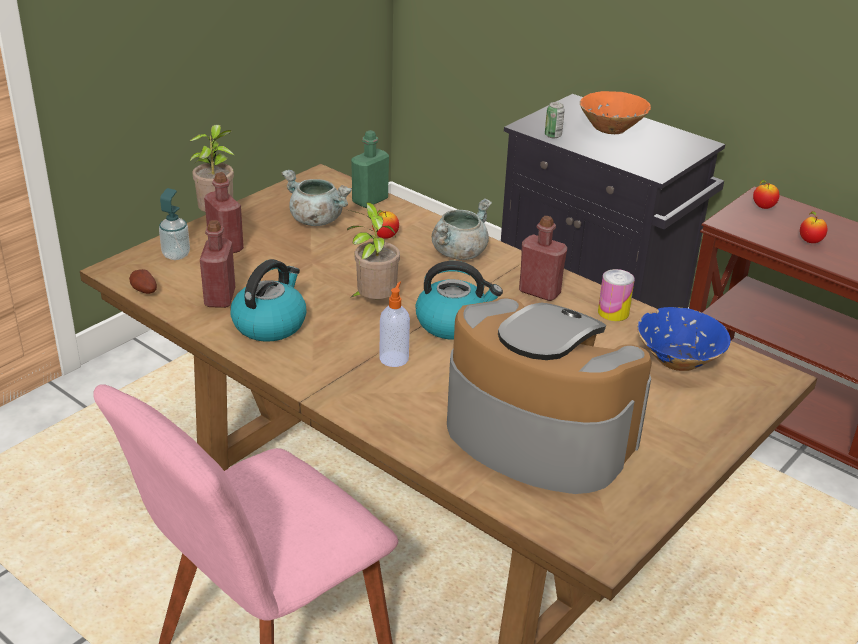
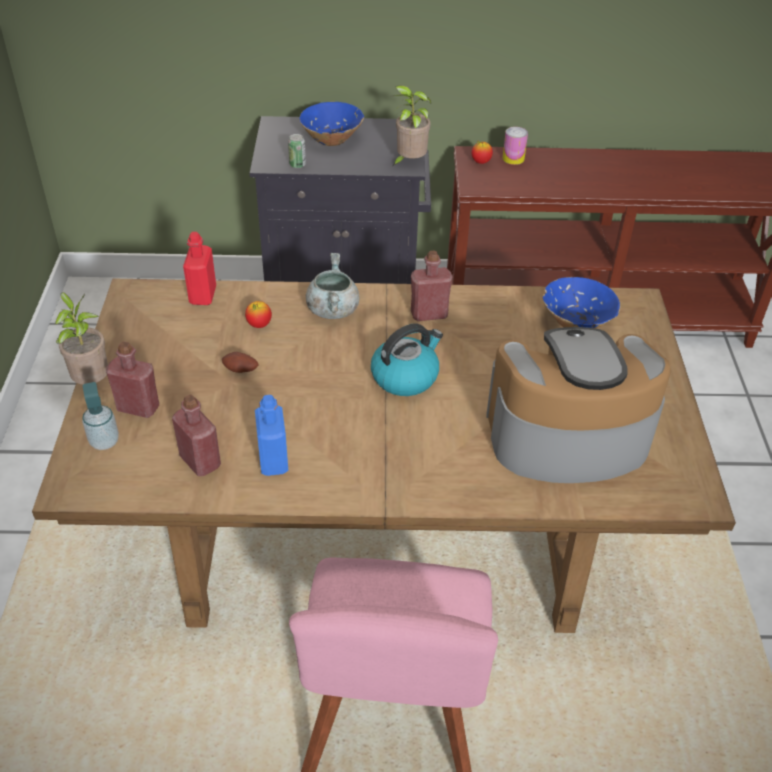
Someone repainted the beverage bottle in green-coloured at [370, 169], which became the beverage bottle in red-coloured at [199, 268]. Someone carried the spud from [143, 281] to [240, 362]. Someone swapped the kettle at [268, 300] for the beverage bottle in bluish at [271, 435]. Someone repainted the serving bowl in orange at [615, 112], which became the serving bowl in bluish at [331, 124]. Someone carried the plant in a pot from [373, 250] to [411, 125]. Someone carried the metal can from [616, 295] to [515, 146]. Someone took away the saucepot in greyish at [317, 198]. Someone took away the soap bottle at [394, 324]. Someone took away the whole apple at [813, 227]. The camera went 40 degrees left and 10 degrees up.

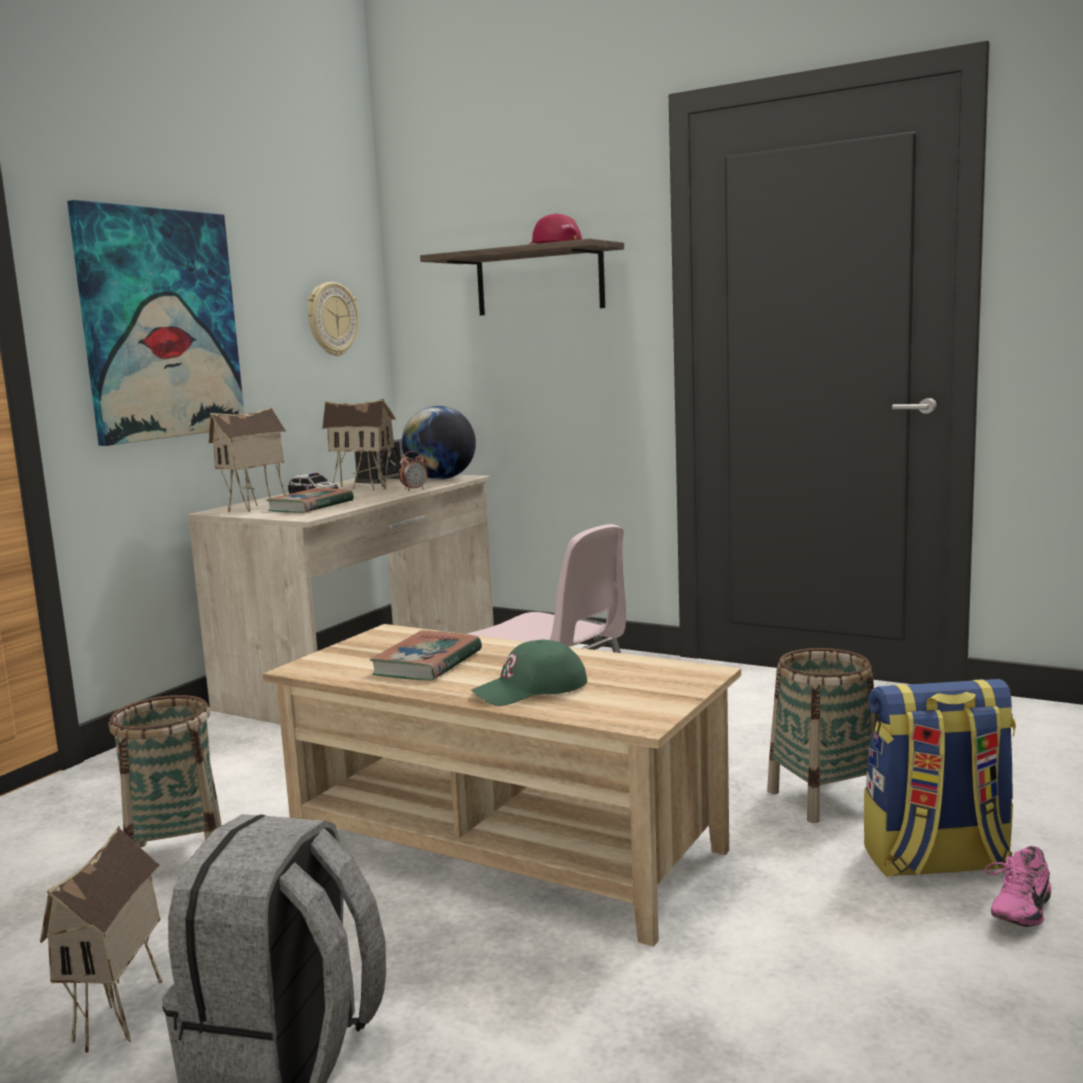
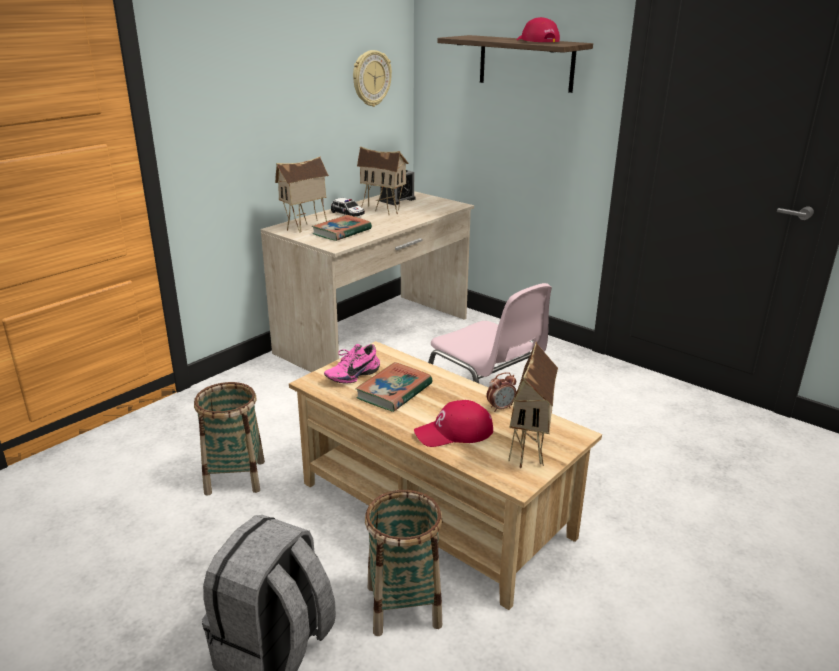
Someone carried the item of footwear in pink from [1018, 886] to [352, 363]. Someone carried the household basket from [821, 735] to [403, 563]. Someone repainted the peaked cap in green-coloured at [529, 673], which became the peaked cap in red-coloured at [453, 423]. Someone carried the alarm clock from [413, 471] to [502, 392]. Someone carried the toy house from [101, 939] to [533, 405]. Someone took away the wall art at [155, 323]. Someone took away the globe at [439, 443]. Someone took away the knapsack at [940, 778]. The camera went 10 degrees right and 15 degrees up.

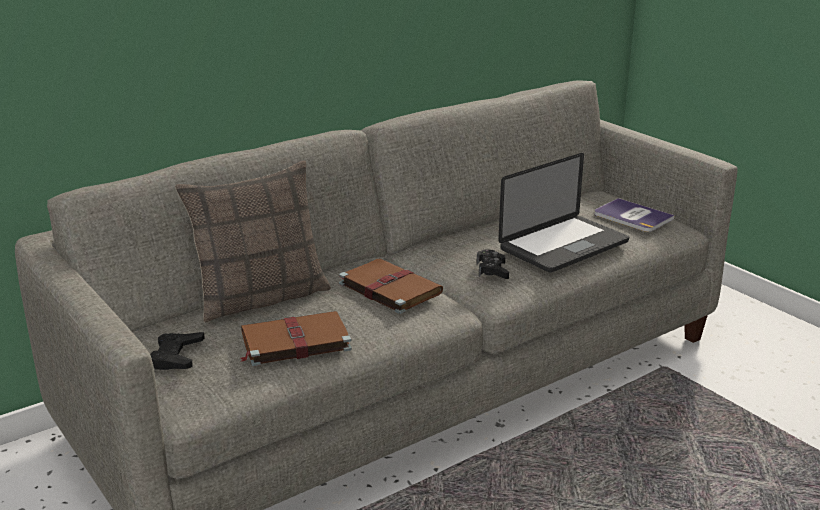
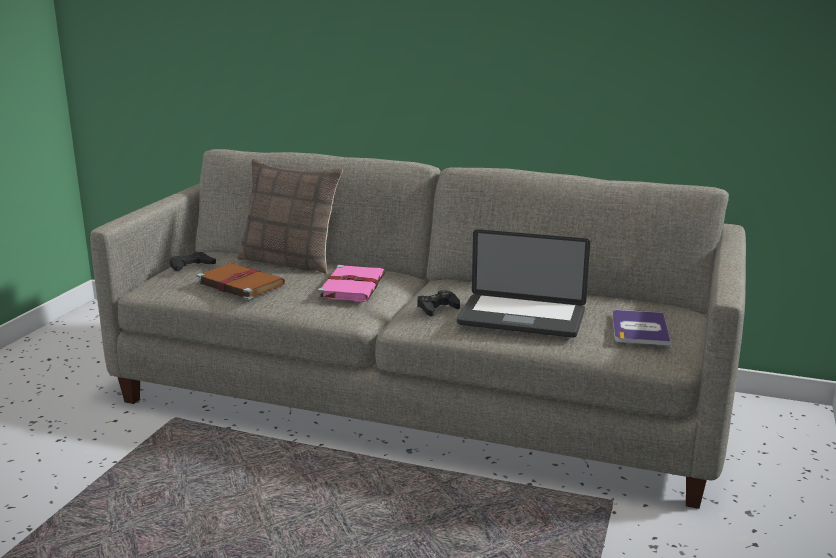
Someone repainted the book in brownish at [391, 286], which became the book in pink at [351, 283]. The camera went 55 degrees right and 5 degrees down.

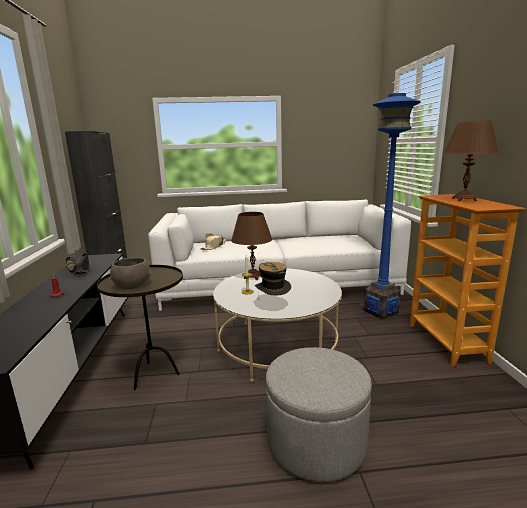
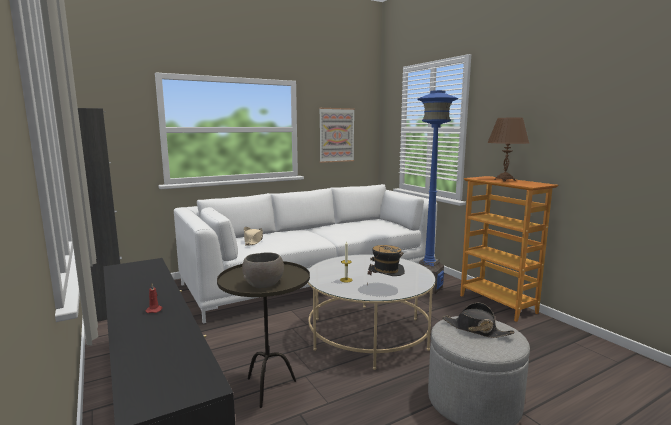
Someone put up the wall art at [337, 135]. Someone carried the clothing hat in blackish from [77, 263] to [478, 320]. Someone took away the lamp for a table in brownish at [251, 246]. The camera went 25 degrees left and 5 degrees down.

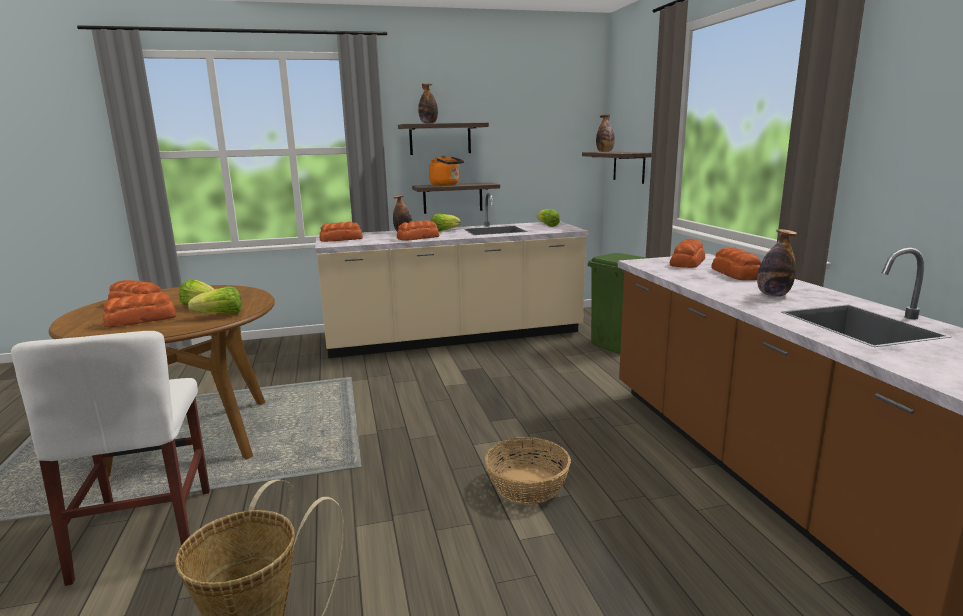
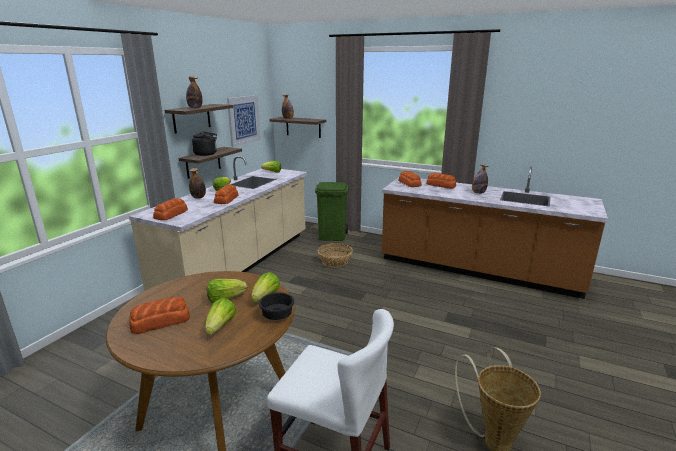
Someone repainted the kettle in orange at [446, 170], which became the kettle in blackish at [204, 144]. Someone swapped the bread at [139, 310] for the lettuce head at [220, 316]. Someone put up the wall art at [244, 121]. Someone put down the serving bowl in blackish at [276, 306]. Someone carried the household basket from [528, 470] to [335, 255]. The camera went 50 degrees left and 5 degrees up.

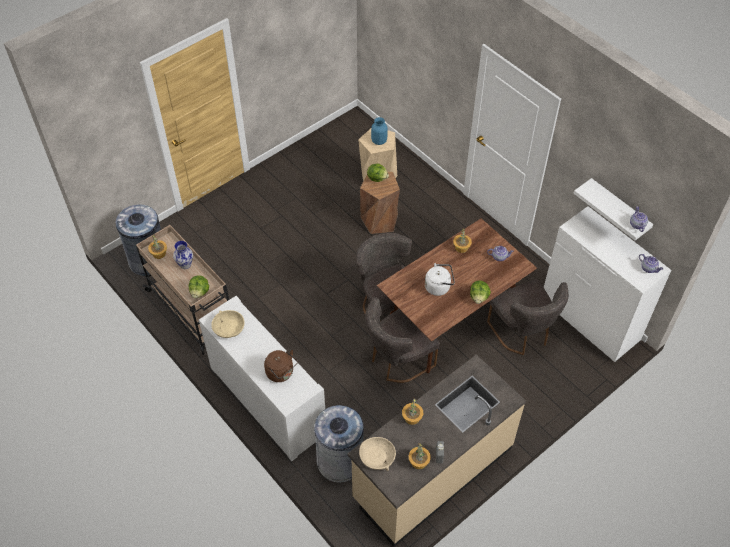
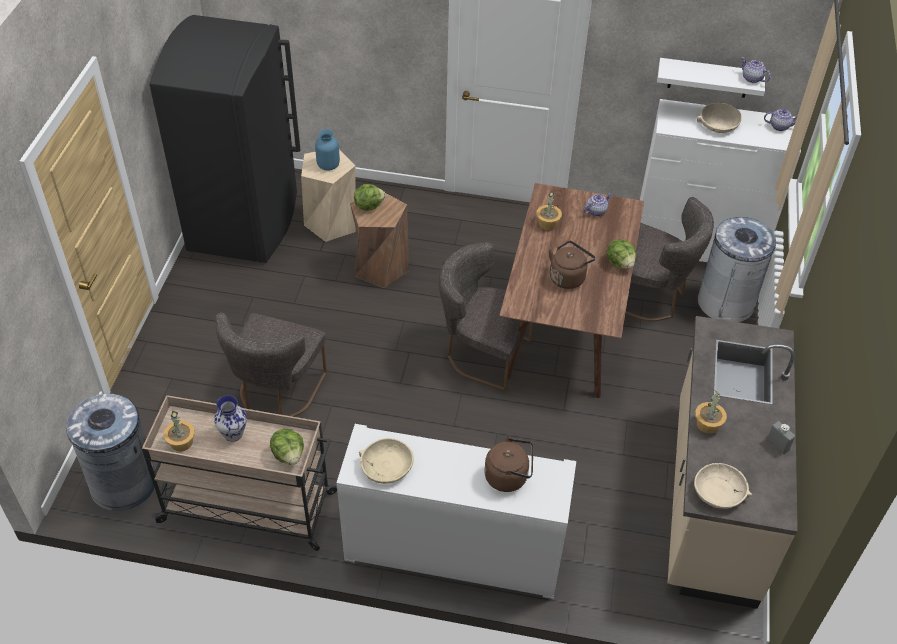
Someone put down the refrigerator in blackish at [225, 139]. Someone carried the plain chair in greyish from [402, 340] to [271, 365]. Someone repainted the kettle in white at [440, 279], which became the kettle in brownish at [572, 265]. Someone put down the serving bowl in sand-coloured at [719, 118]. Someone carried the rubbish bin in greyish from [339, 443] to [738, 269]. Someone took away the plant in a pot at [419, 456]. The camera went 40 degrees left and 5 degrees down.

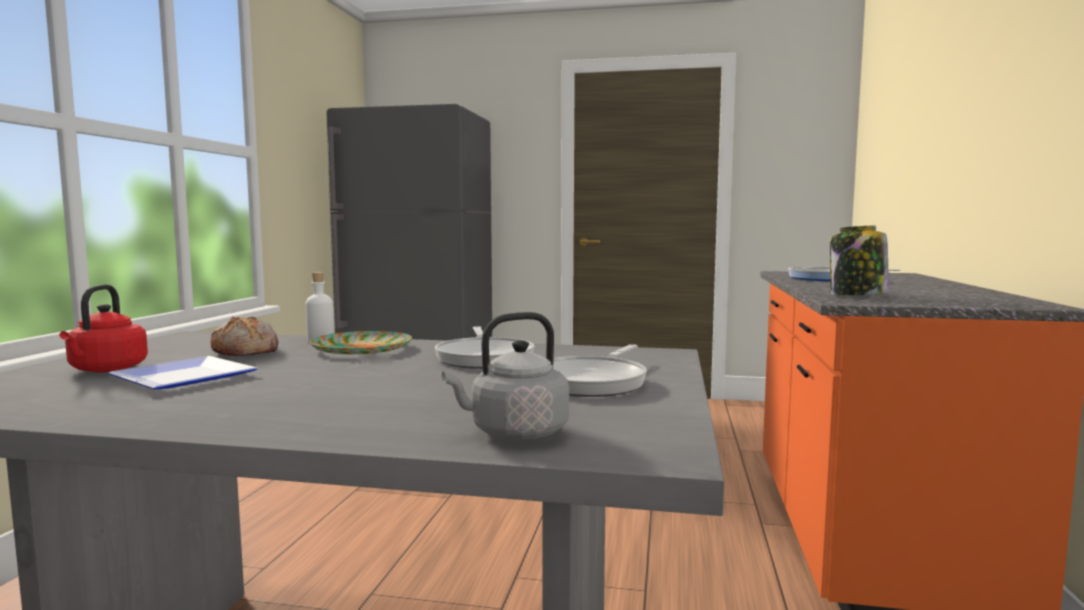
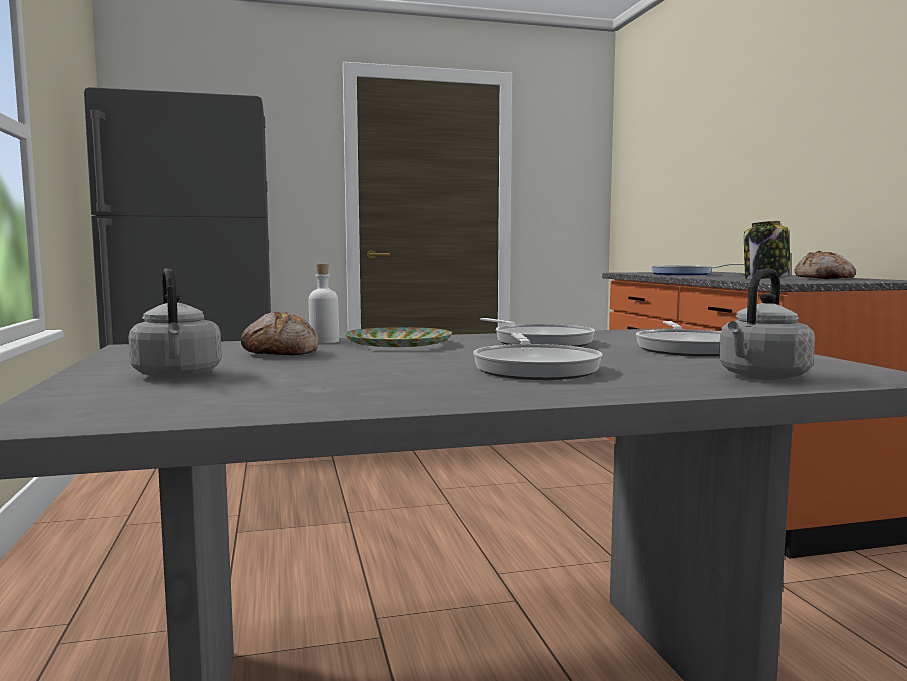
Someone repainted the kettle in red-coloured at [103, 328], which became the kettle in greyish at [175, 323]. Someone put down the skillet at [537, 356]. Someone put down the bread at [825, 265]. Someone took away the flat dish at [183, 372]. The camera went 25 degrees left and 0 degrees up.

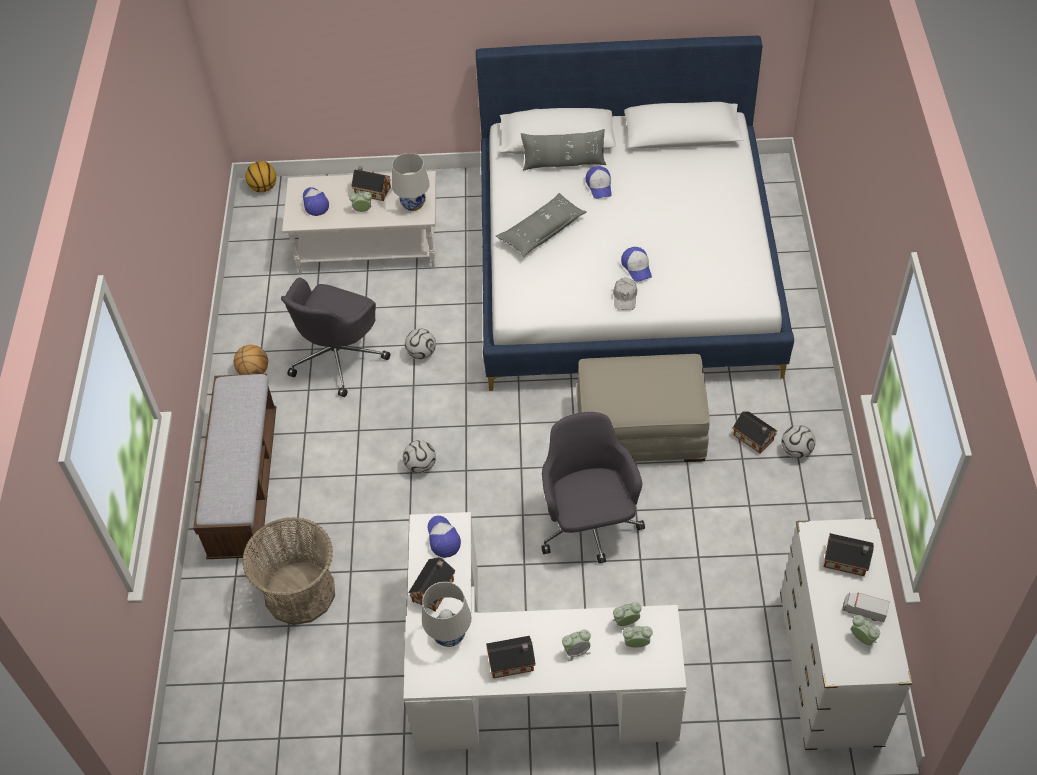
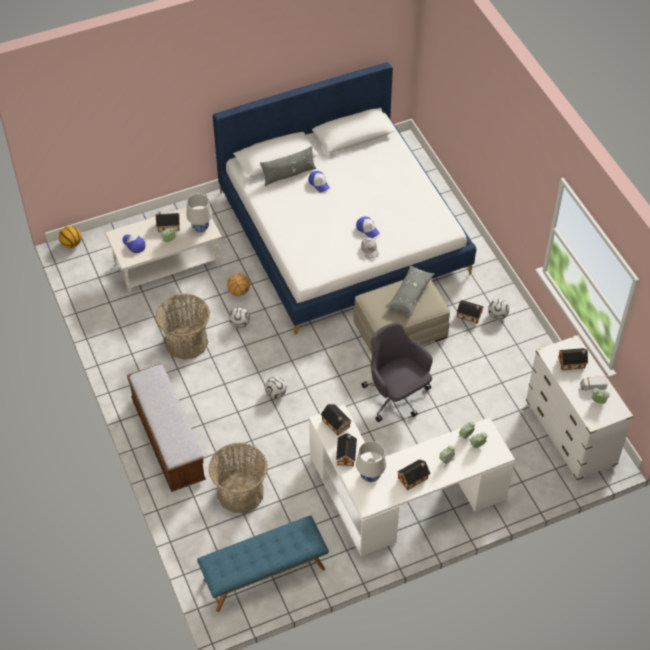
Someone swapped the desk chair in greyish at [335, 337] for the household basket at [183, 326]. Someone put down the bench in bluish at [263, 563]. Someone carried the ball for basketball from [251, 360] to [238, 285]. Someone swapped the peaked cap at [444, 537] for the toy house at [336, 420]. Someone carried the throw pillow in greyish from [541, 225] to [410, 290]. The camera went 25 degrees left and 0 degrees up.

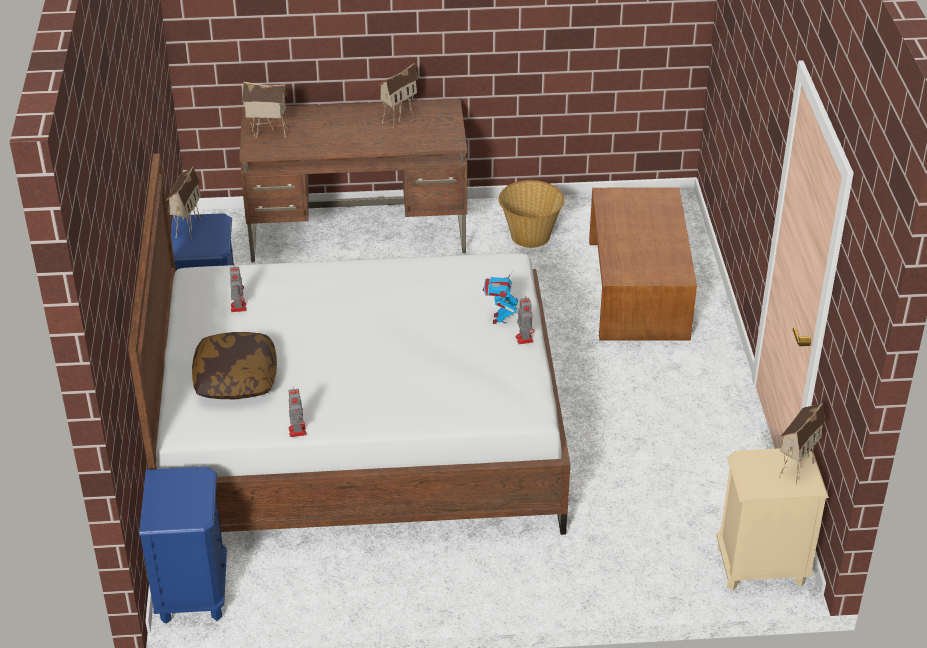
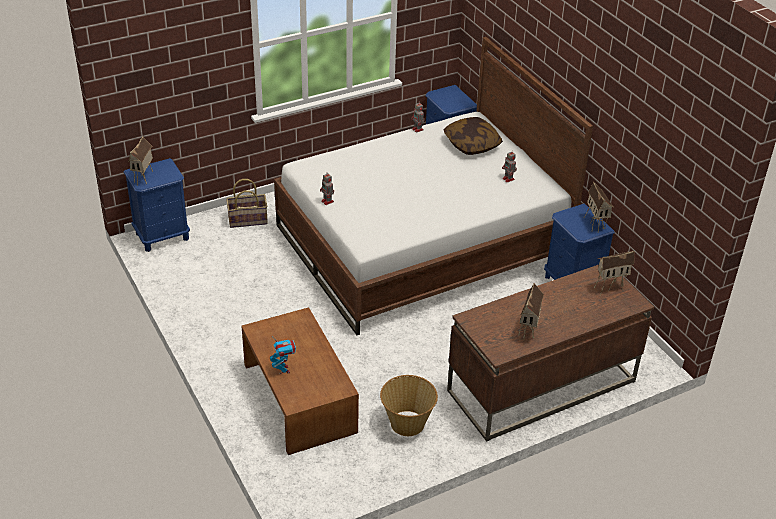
Someone repainted the bedside table in sand-coloured at [772, 519], which became the bedside table in bluish at [157, 205]. Someone put down the household basket at [247, 203]. Someone carried the robot figure from [500, 297] to [283, 357]. The camera went 155 degrees right and 0 degrees up.

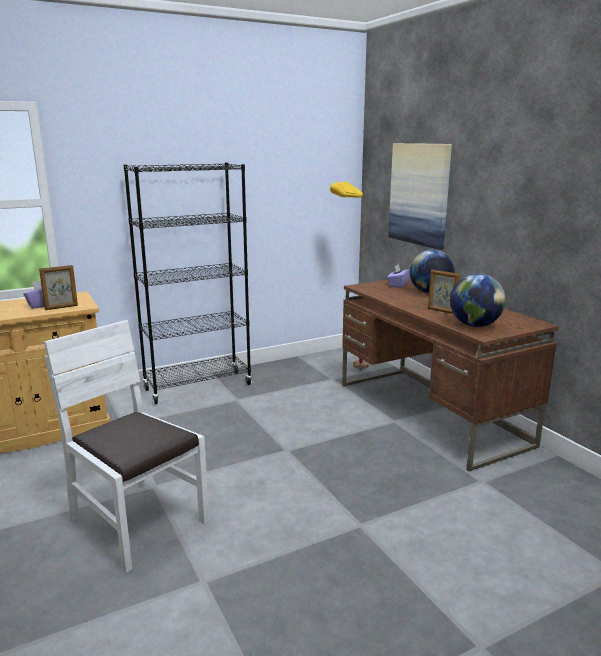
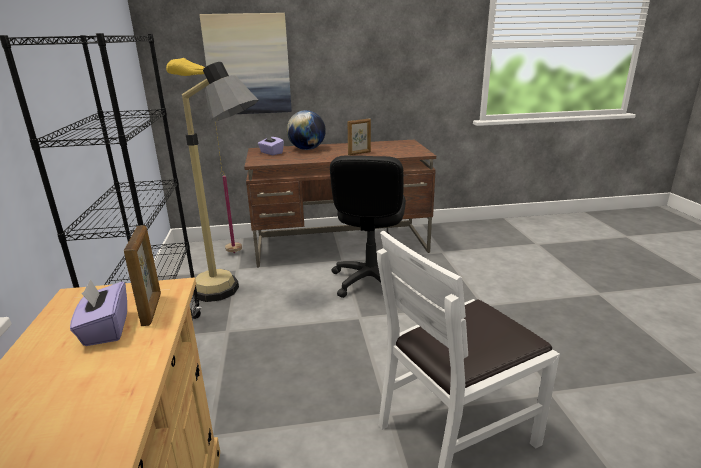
Someone put down the standard lamp at [220, 182]. Someone put down the desk chair in blackish at [368, 227]. Someone took away the globe at [478, 300]. The camera went 70 degrees left and 5 degrees up.

